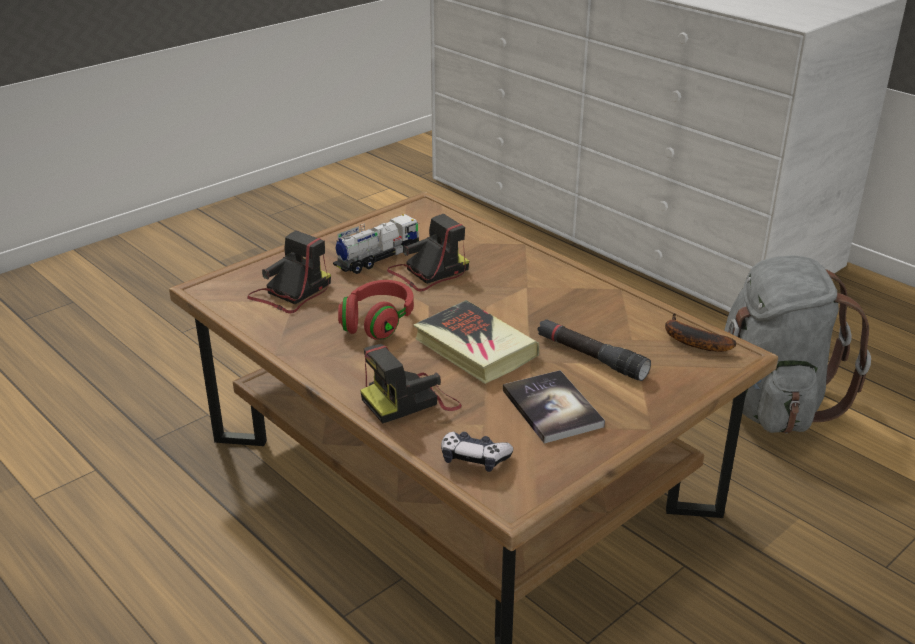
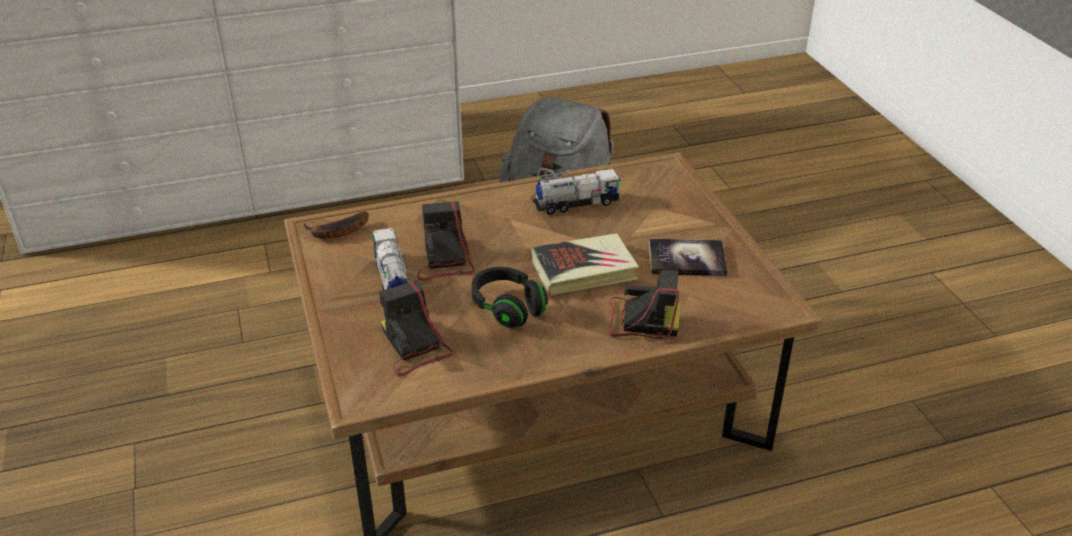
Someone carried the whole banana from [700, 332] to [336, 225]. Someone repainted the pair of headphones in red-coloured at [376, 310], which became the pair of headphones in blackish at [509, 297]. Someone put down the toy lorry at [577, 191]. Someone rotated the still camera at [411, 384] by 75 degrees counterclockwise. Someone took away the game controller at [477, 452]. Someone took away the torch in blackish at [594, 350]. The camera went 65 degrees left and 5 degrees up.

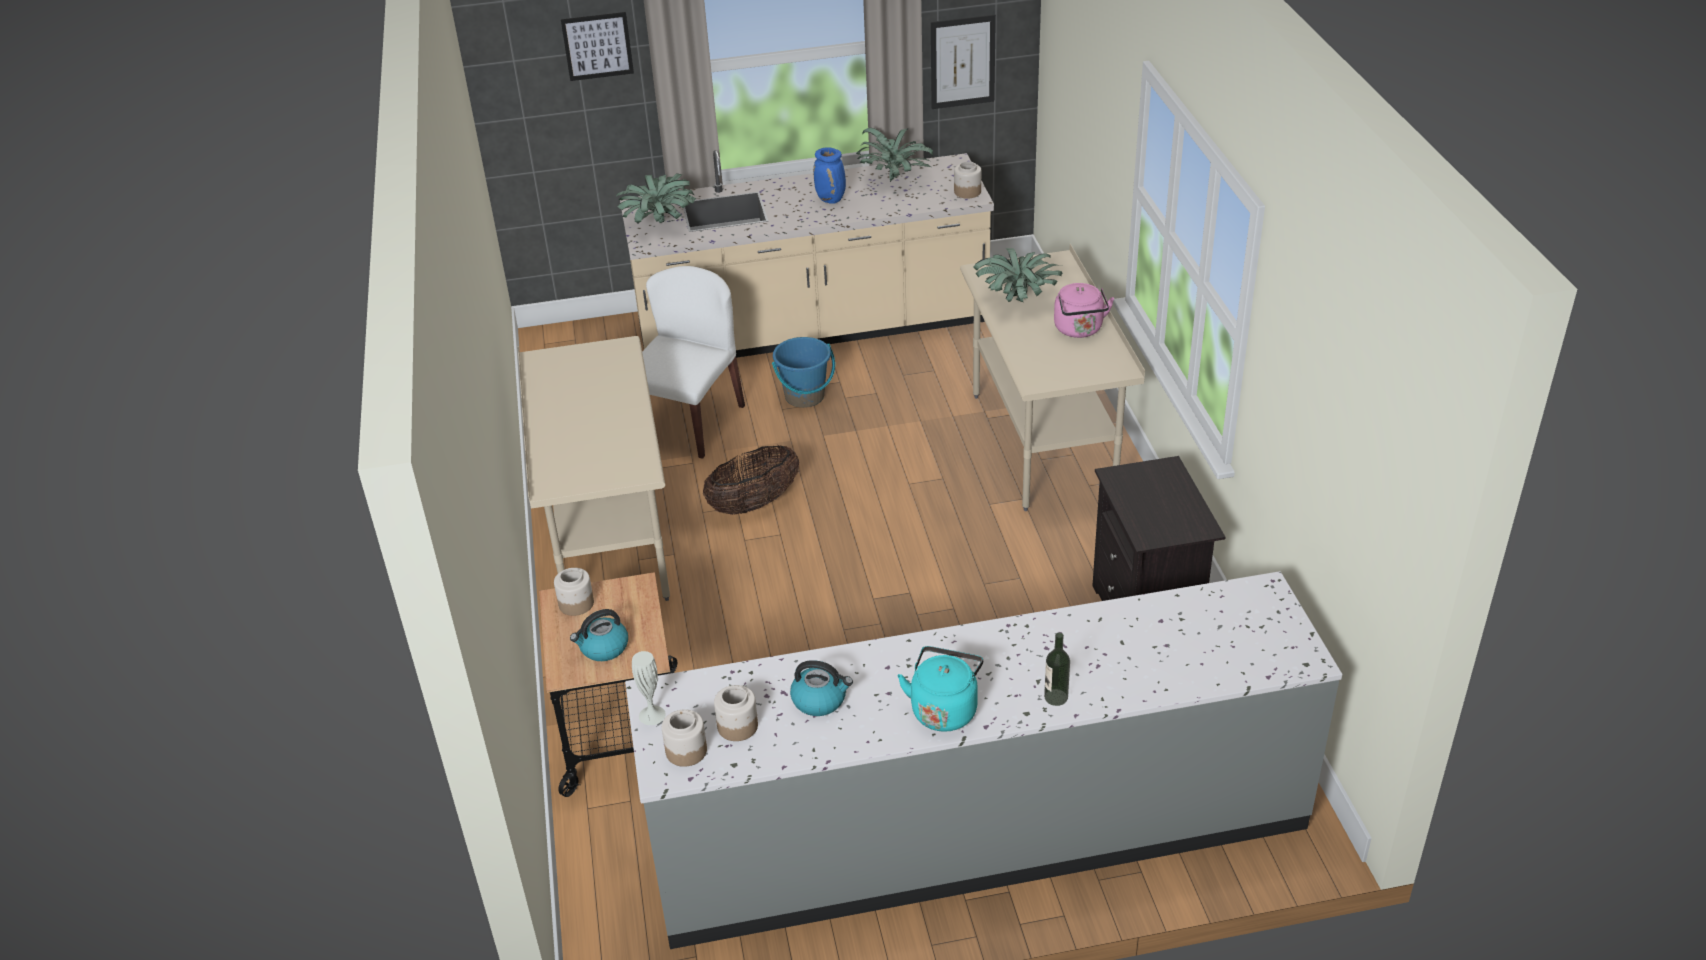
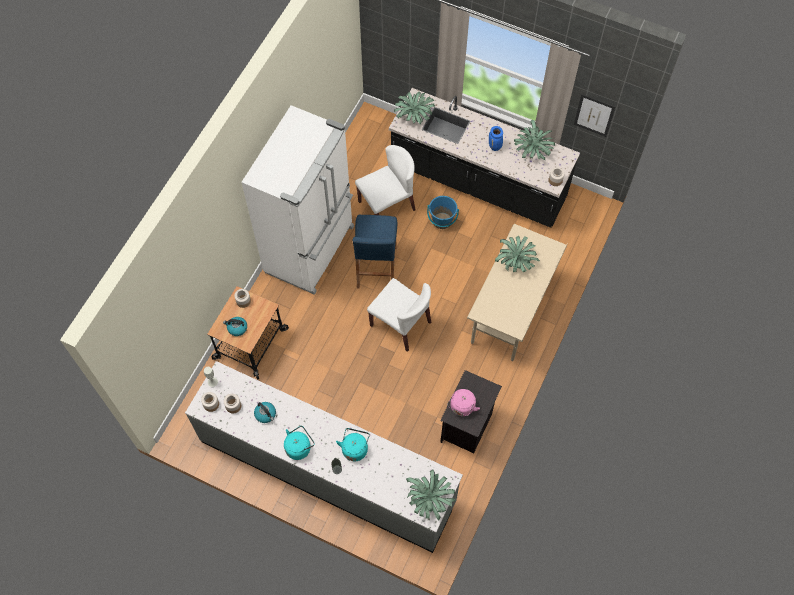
Someone swapped the desk unit in sand-coloured at [594, 468] for the refrigerator in white at [297, 200]. Someone put down the kettle in turquoise-coloured at [353, 444]. Someone swapped the household basket at [751, 480] for the stool in bluish at [374, 251]. Someone put down the plain chair in white at [399, 315]. Someone repainted the kitchen base unit in sand-coloured at [807, 254], which became the kitchen base unit in blackish at [484, 158]. Someone put down the plant in a pot at [430, 495]. Someone carried the kettle in pink from [1084, 310] to [463, 402]. Someone took away the wall art at [597, 46]. The camera went 35 degrees right and 25 degrees up.

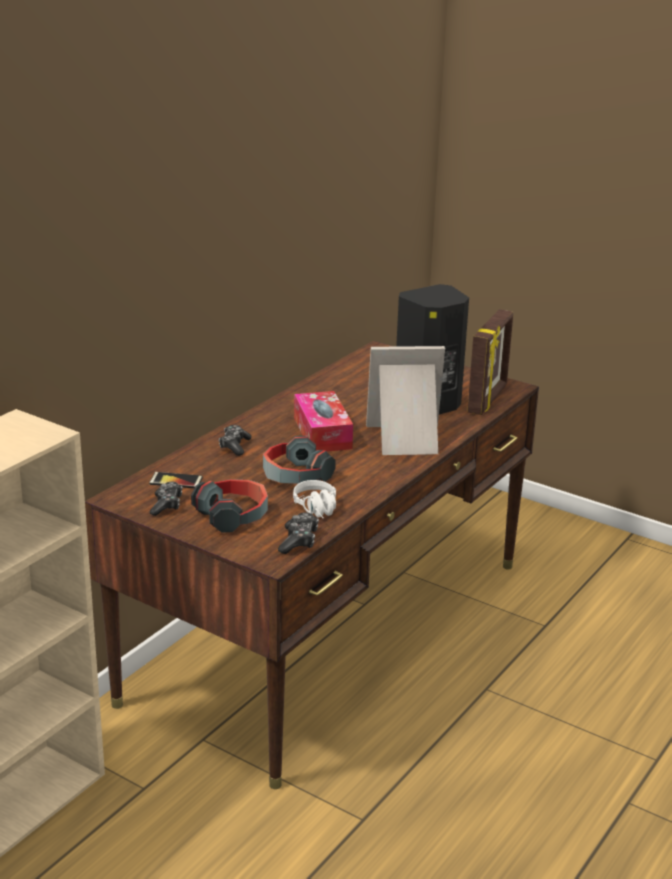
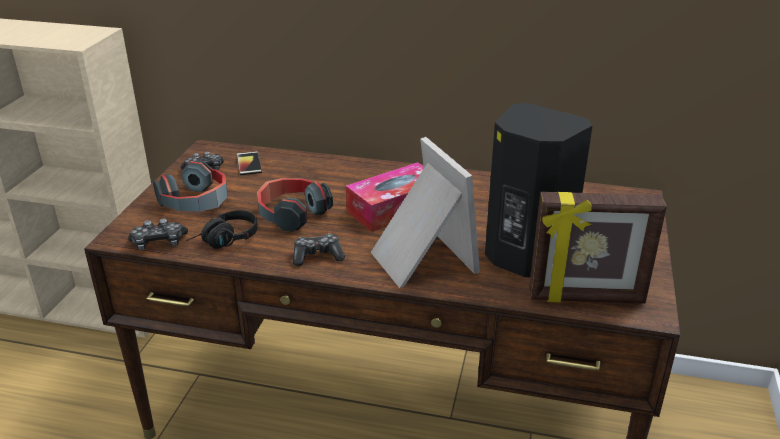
Someone repainted the pair of headphones in white at [314, 499], which became the pair of headphones in blackish at [222, 229]. Someone carried the game controller from [235, 440] to [319, 250]. The camera went 70 degrees right and 5 degrees up.

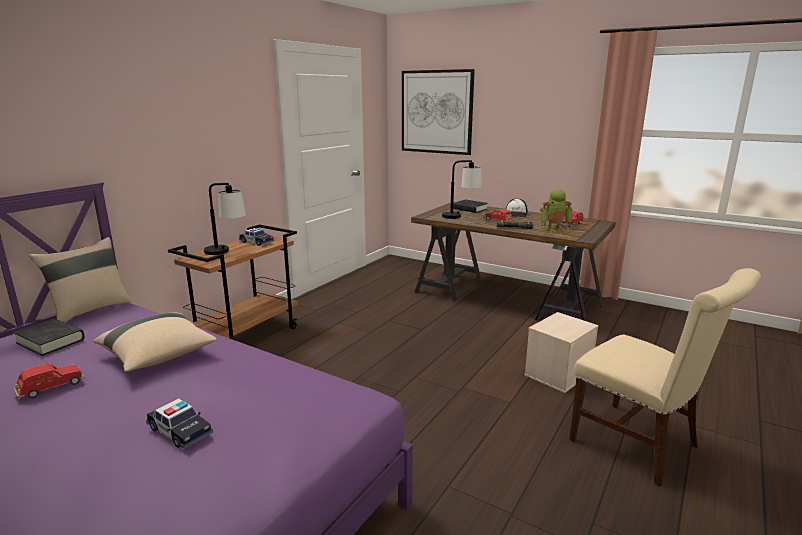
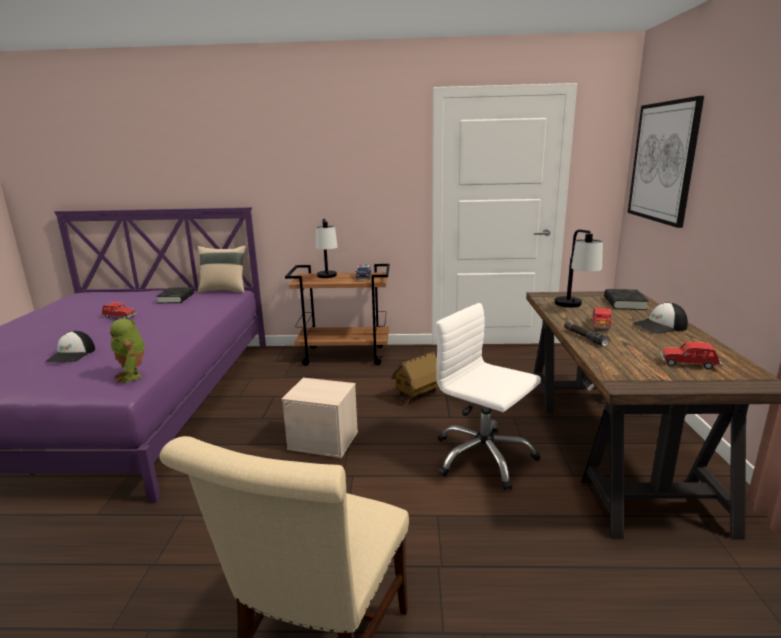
Someone swapped the miniature car at [179, 423] for the peaked cap at [70, 346]. Someone carried the robot figure from [556, 211] to [127, 350]. Someone carried the storage container in sand-coloured from [561, 352] to [320, 418]. Someone put down the toy house at [415, 379]. Someone put down the desk chair in white at [488, 397]. Someone took away the throw pillow in sand-coloured at [155, 342]. The camera went 60 degrees right and 0 degrees up.

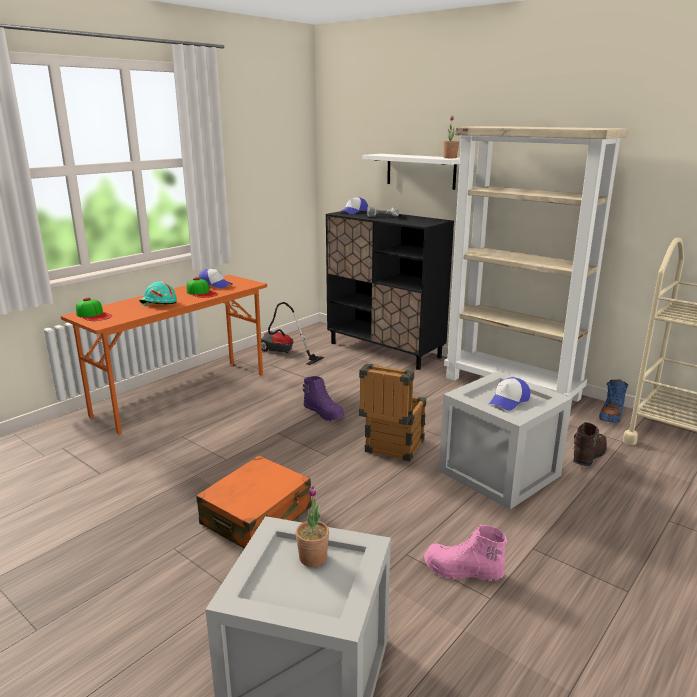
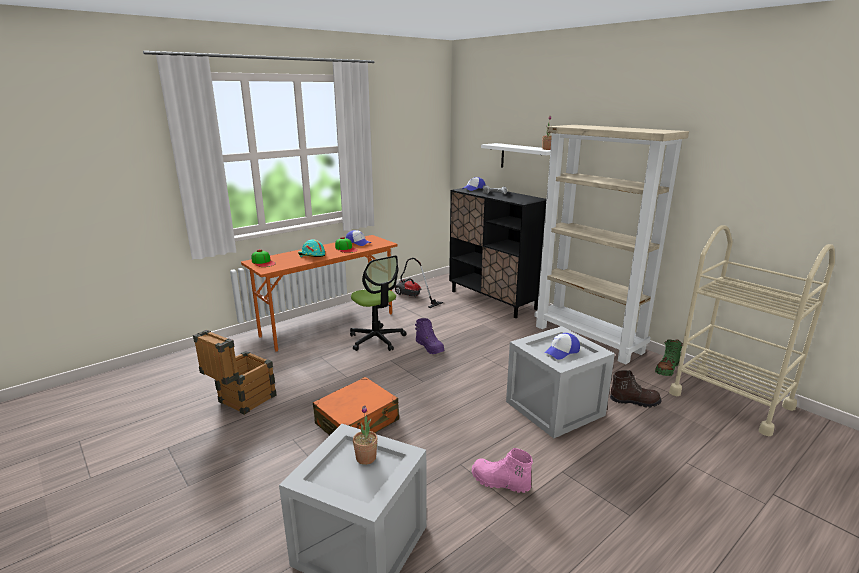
Someone carried the shipping crate from [392, 412] to [235, 372]. Someone put down the desk chair at [378, 303]. Someone rotated the high-top boot in brownish at [590, 444] by 45 degrees clockwise. Someone repainted the high-top boot in bluish at [613, 401], which became the high-top boot in green-coloured at [669, 357]. The camera went 10 degrees right and 0 degrees up.

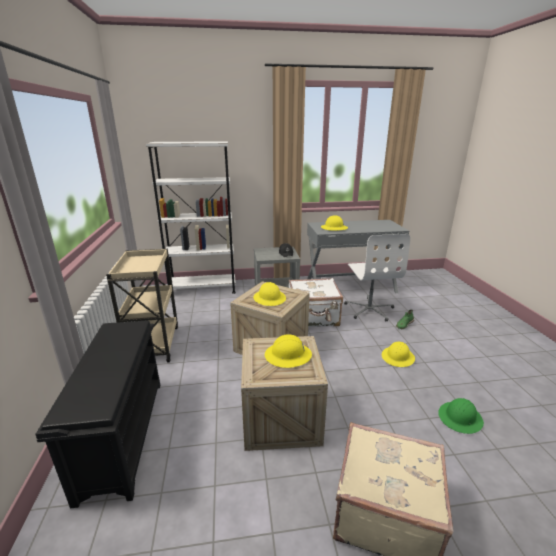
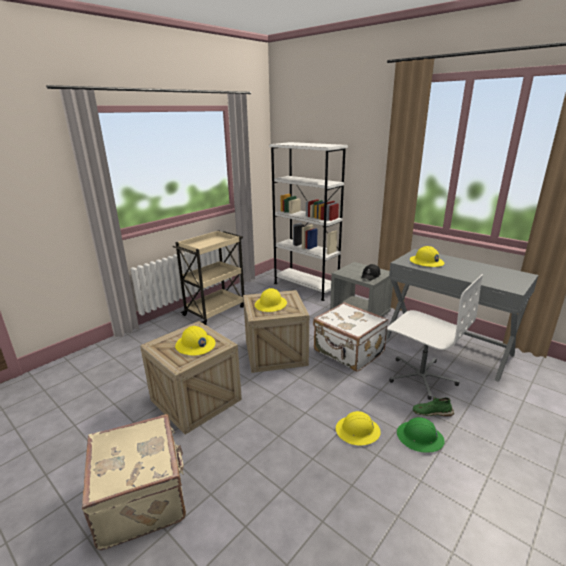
Someone rotated the desk chair in white at [377, 278] by 90 degrees counterclockwise. Someone carried the hard hat in green-coloured from [461, 416] to [421, 435]. Someone took away the shoe shelf in blackish at [97, 415]. The camera went 50 degrees right and 0 degrees up.

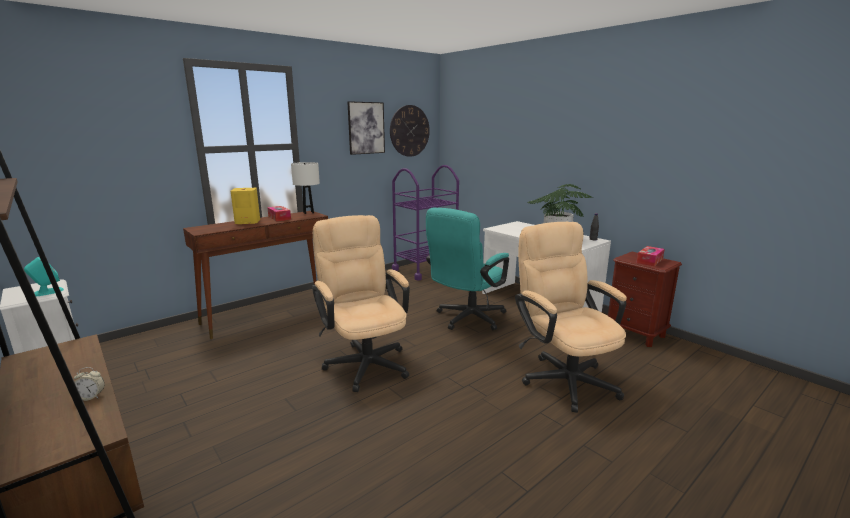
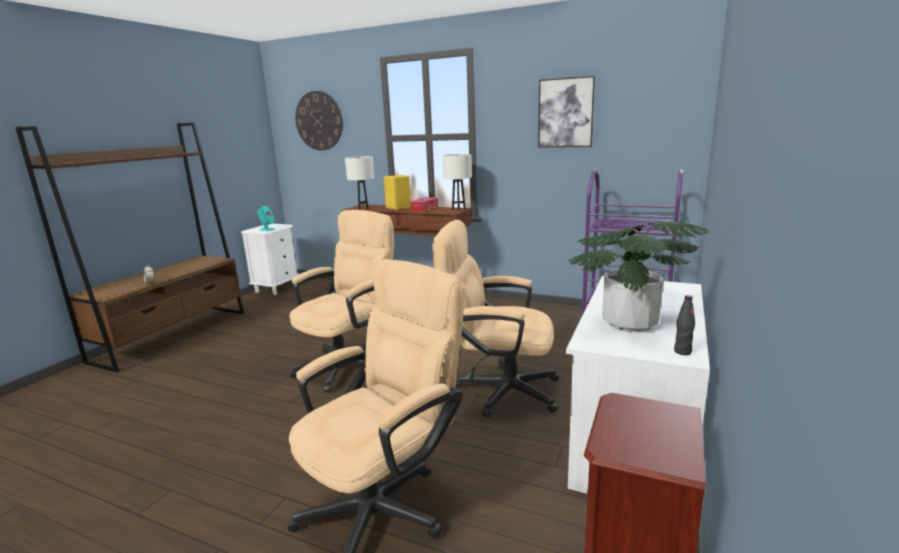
Someone carried the wall clock from [410, 131] to [319, 121]. Someone put down the lamp for a table in white at [359, 183]. Someone repainted the desk chair in turquoise-coloured at [467, 269], which became the desk chair in sand-coloured at [495, 318]. Someone took away the tissue holder at [650, 256]. The camera went 65 degrees right and 0 degrees up.

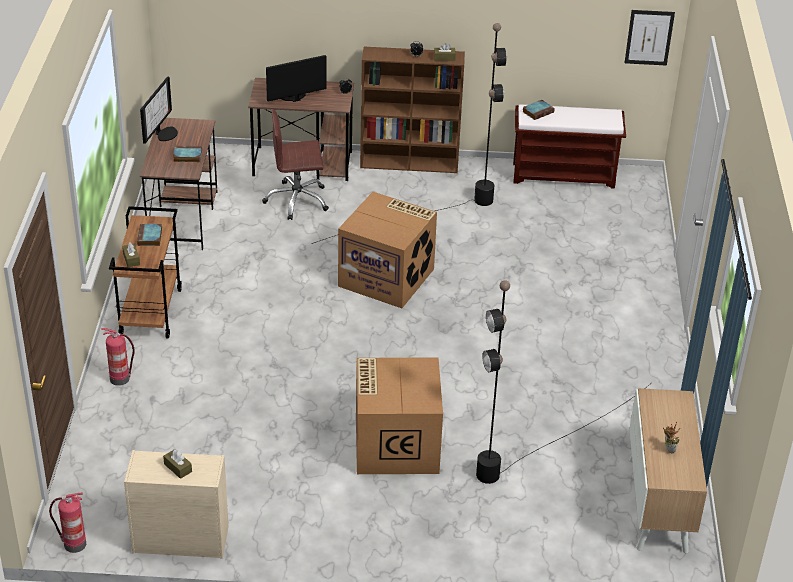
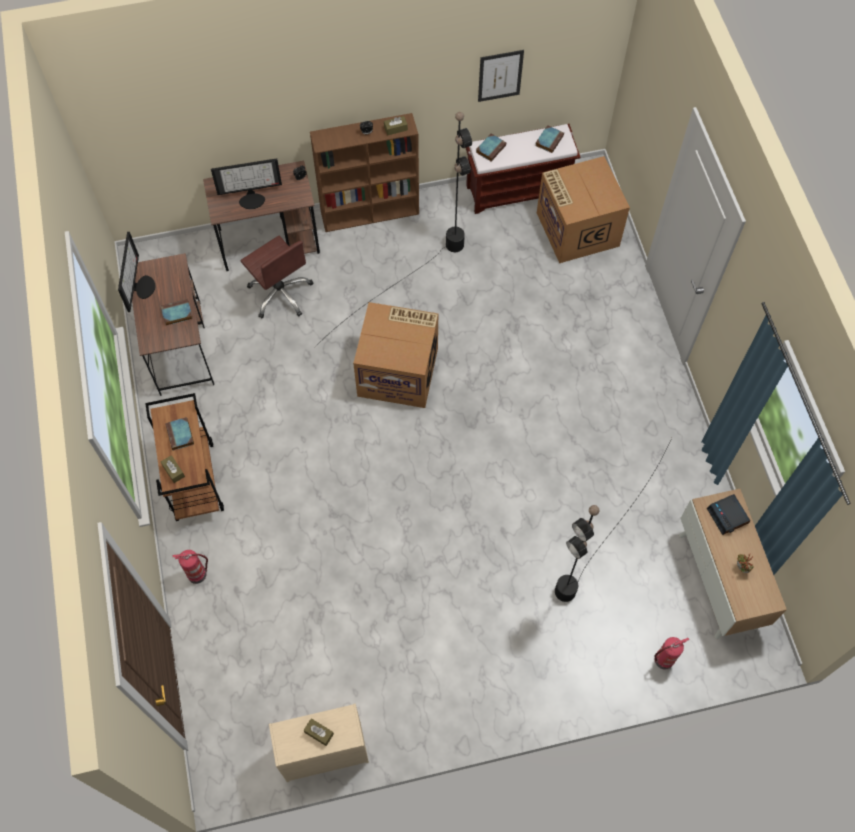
Someone rotated the computer display at [296, 78] by 150 degrees counterclockwise. Someone rotated the desk chair in brownish at [295, 164] by 105 degrees counterclockwise. Someone carried the wall art from [650, 38] to [501, 76]. Someone put down the book at [549, 139]. Someone carried the carton from [399, 416] to [583, 209]. Someone carried the fire-fighting cylinder from [67, 523] to [671, 653]. Someone put down the alarm clock at [728, 514]. The camera went 15 degrees left and 25 degrees up.

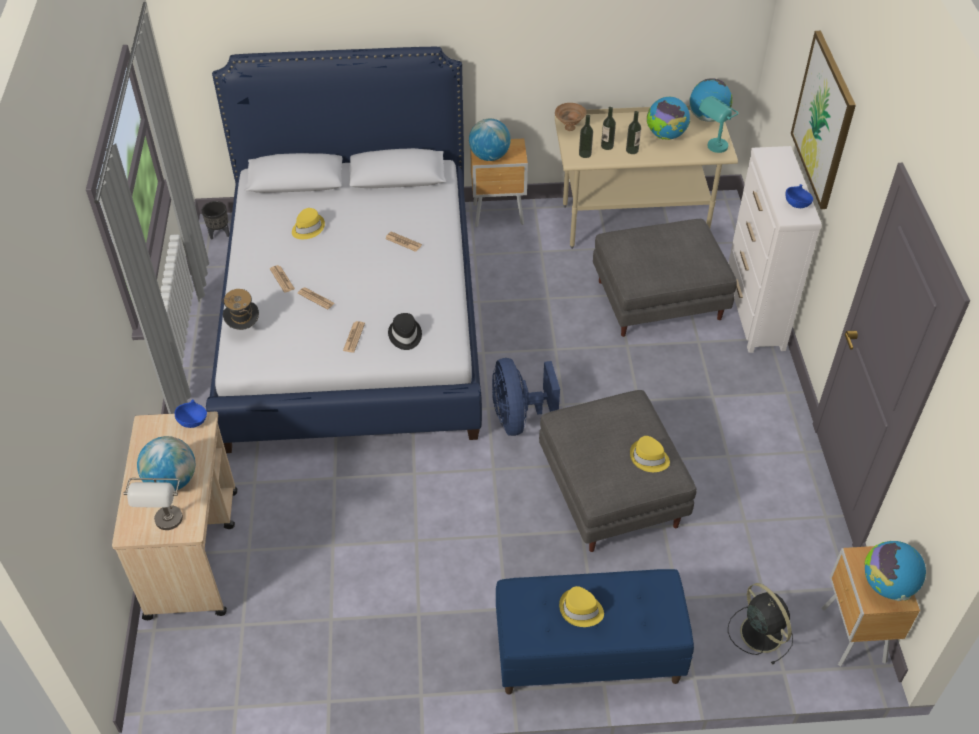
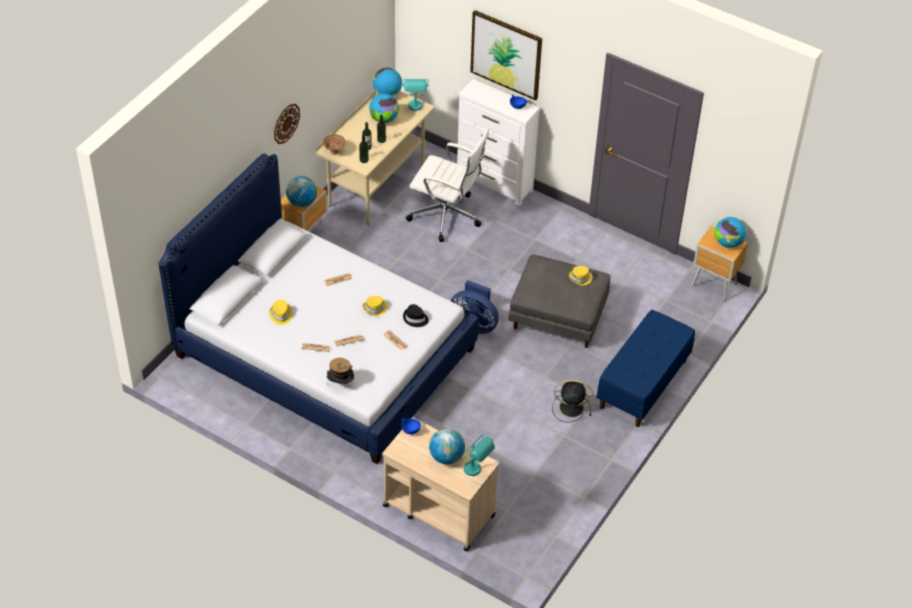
Someone put up the wall clock at [287, 124]. Someone carried the clothing hat in yellow from [581, 606] to [375, 306]. Someone swapped the pouffe in greyish at [665, 278] for the desk chair in white at [447, 185]. Someone repainted the lamp for a table in greyish at [153, 504], which became the lamp for a table in turquoise-coloured at [479, 455]. Someone carried the fan in blackish from [760, 623] to [572, 401]. Someone took away the flower pot in blackish at [215, 220]. The camera went 55 degrees left and 0 degrees up.

